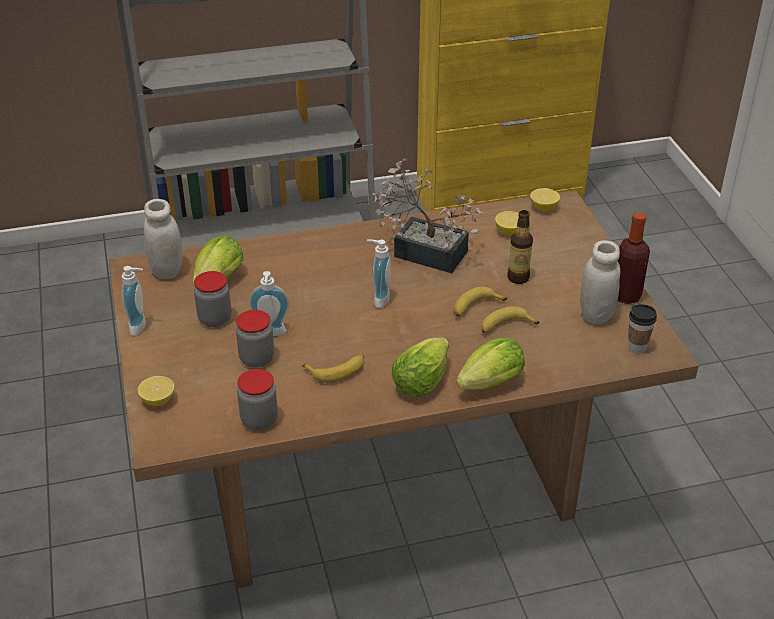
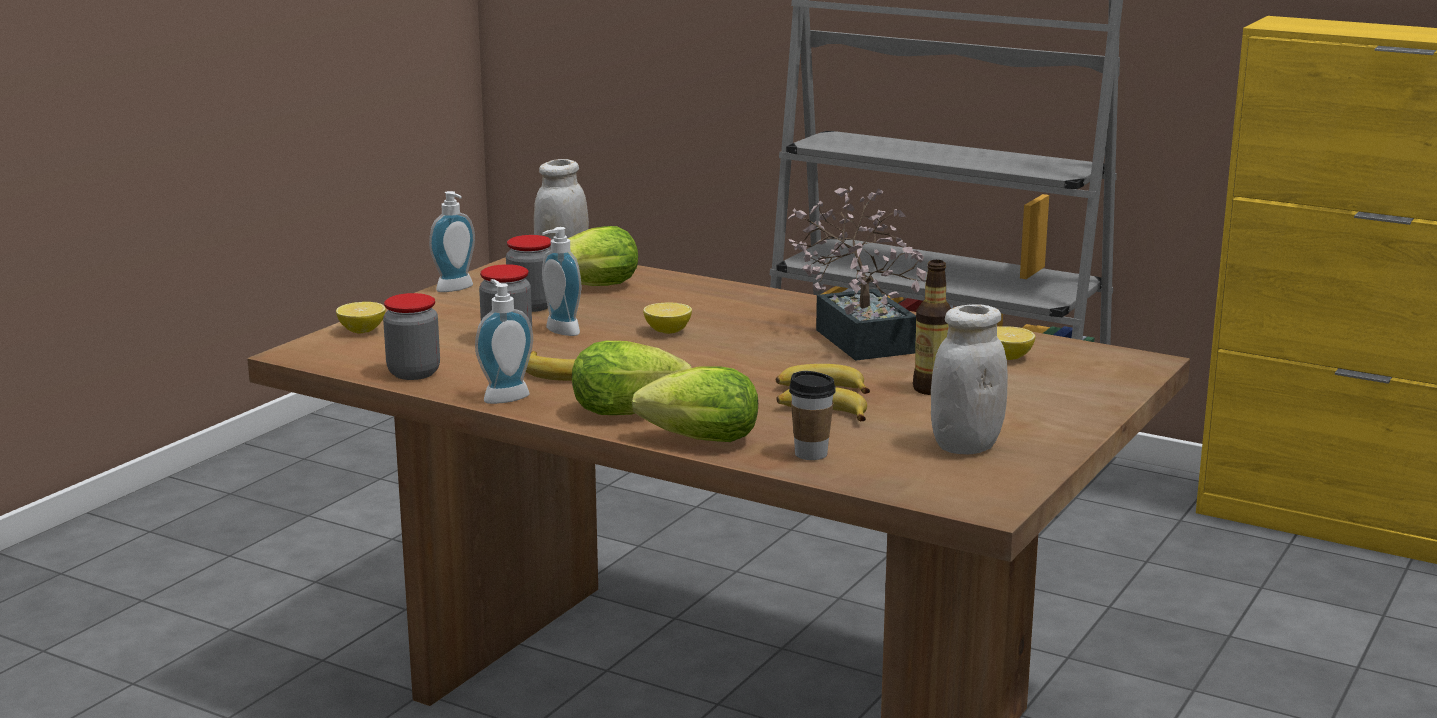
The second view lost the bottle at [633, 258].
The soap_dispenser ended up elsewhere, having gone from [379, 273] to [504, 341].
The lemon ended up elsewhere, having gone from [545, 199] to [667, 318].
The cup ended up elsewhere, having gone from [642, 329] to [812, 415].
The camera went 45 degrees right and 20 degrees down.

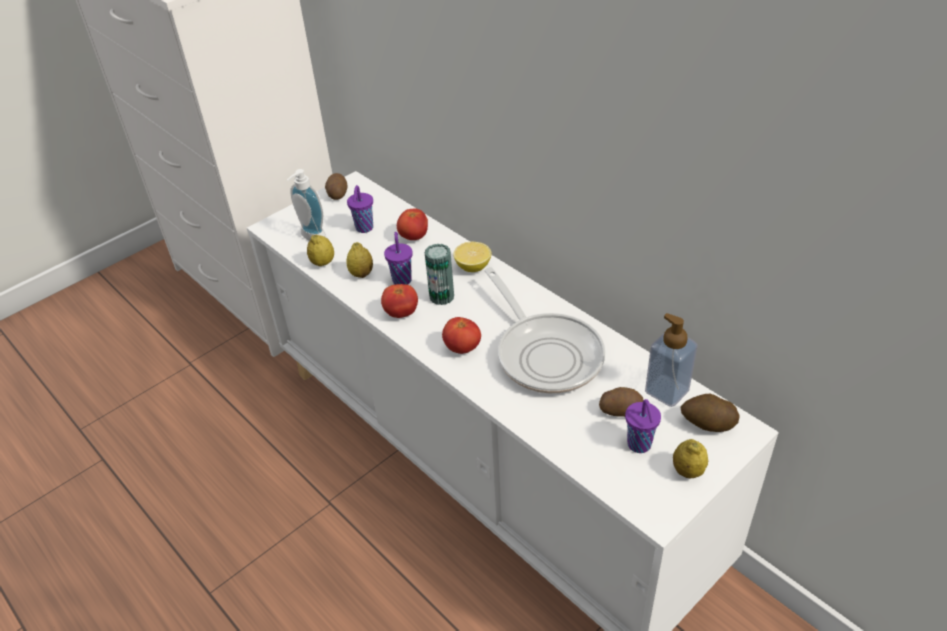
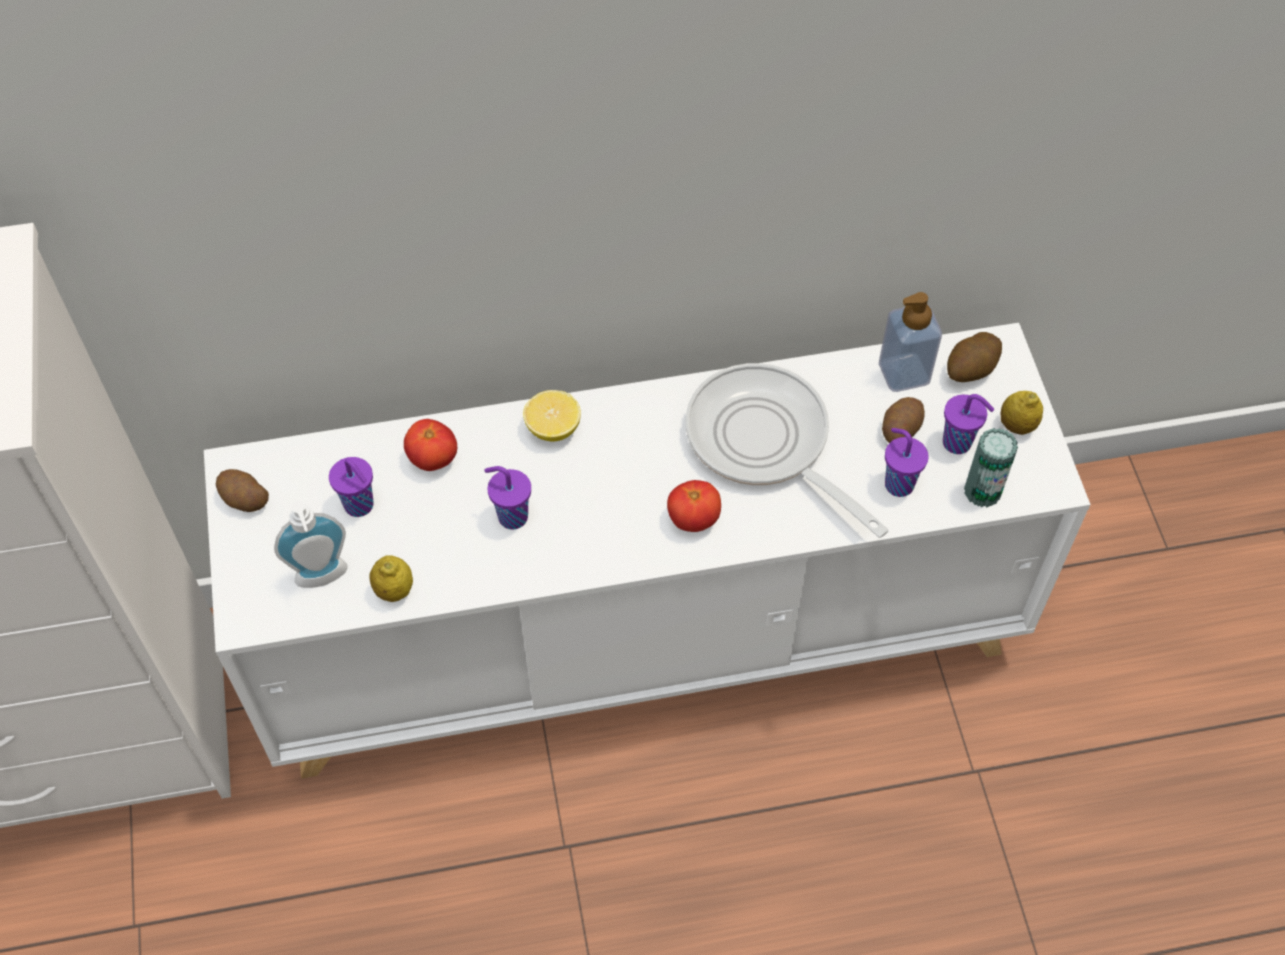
The second view lost the lemon at [359, 260].
The second view lost the tomato at [399, 301].
The second view gained the purple_cup at [907, 462].
The can ended up elsewhere, having gone from [439, 274] to [991, 468].
The frying_pan at [544, 330] ended up facing another way, 135 degrees counterclockwise from before.
The camera went 60 degrees left and 15 degrees up.

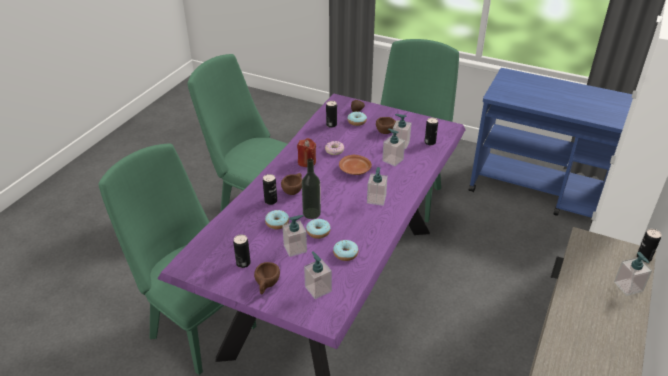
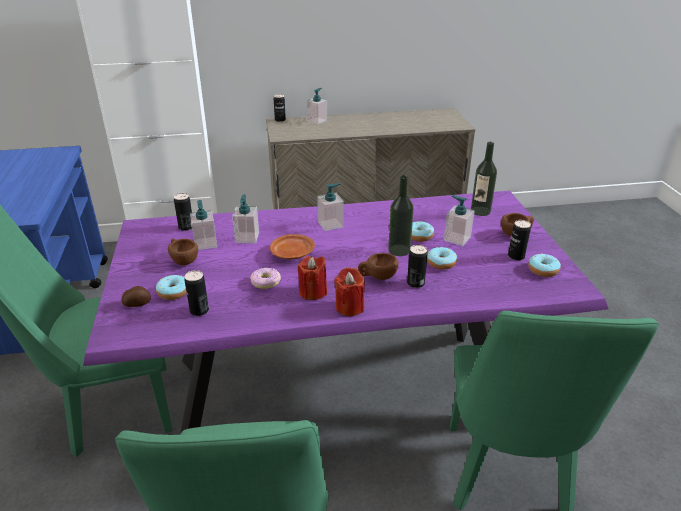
The second view gained the red_candle at [349, 291].
The donut ended up elsewhere, having gone from [345, 250] to [544, 265].
Where the soap_dispenser stood at [318, 275], the bottle came to stand at [484, 179].
The camera went 125 degrees left and 5 degrees down.

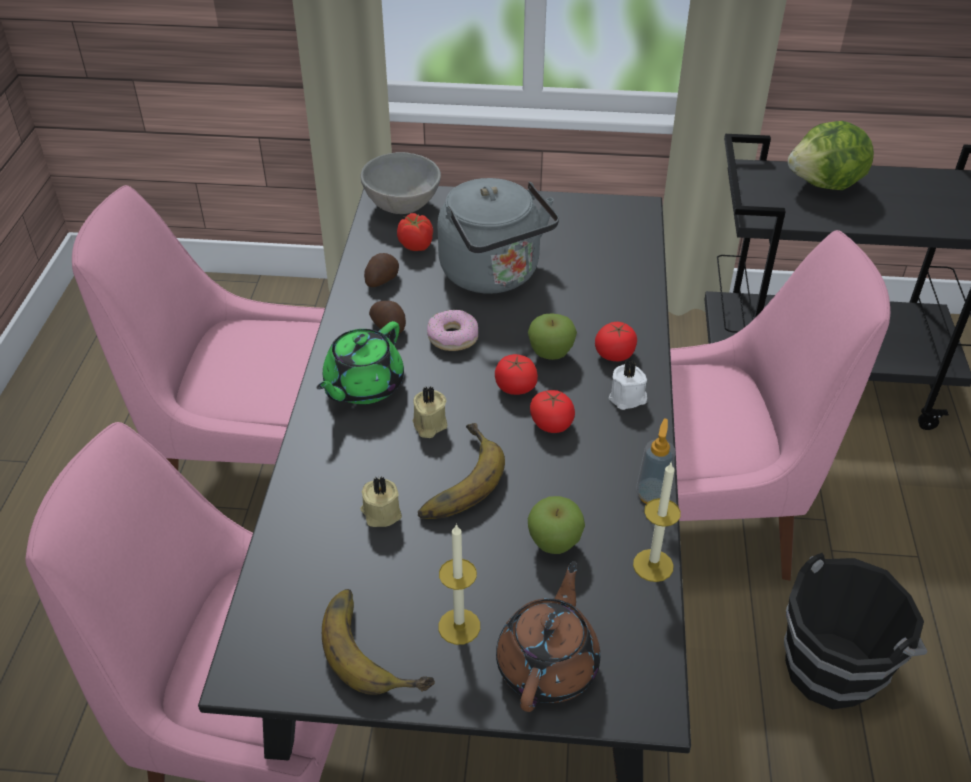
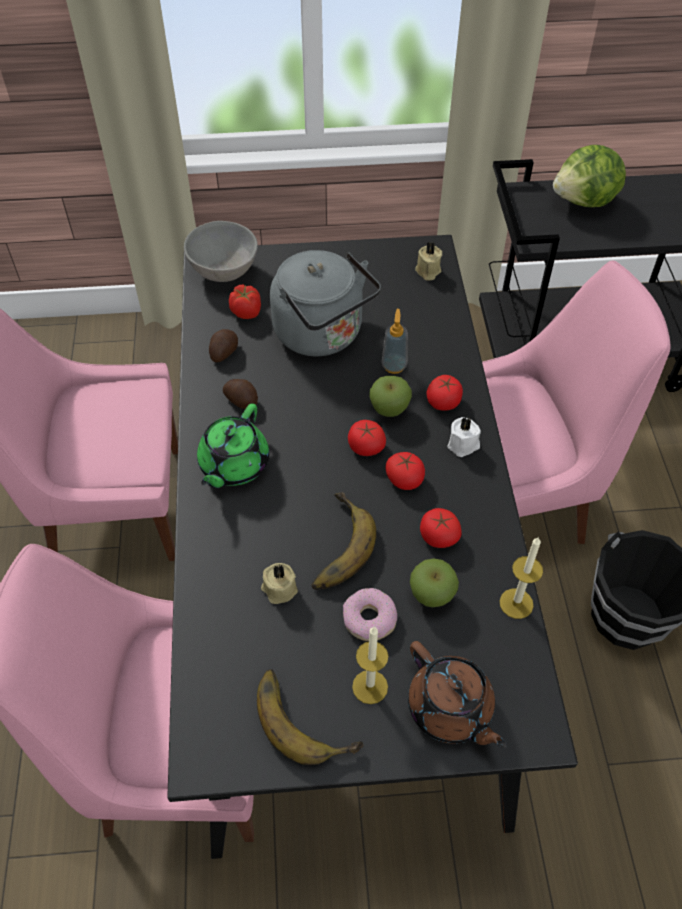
The second view gained the tomato at [441, 528].
The beige_candle ended up elsewhere, having gone from [430, 412] to [428, 261].
The donut ended up elsewhere, having gone from [452, 330] to [370, 614].
The soap_dispenser ended up elsewhere, having gone from [655, 461] to [395, 341].
The brown_teapot at [548, 636] ended up facing another way, 135 degrees clockwise from before.
The camera went 10 degrees left and 10 degrees up.

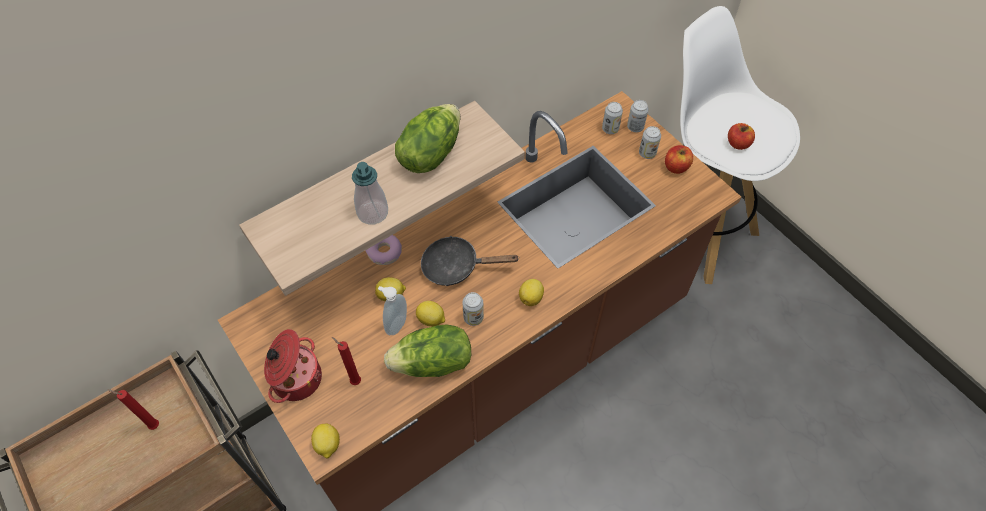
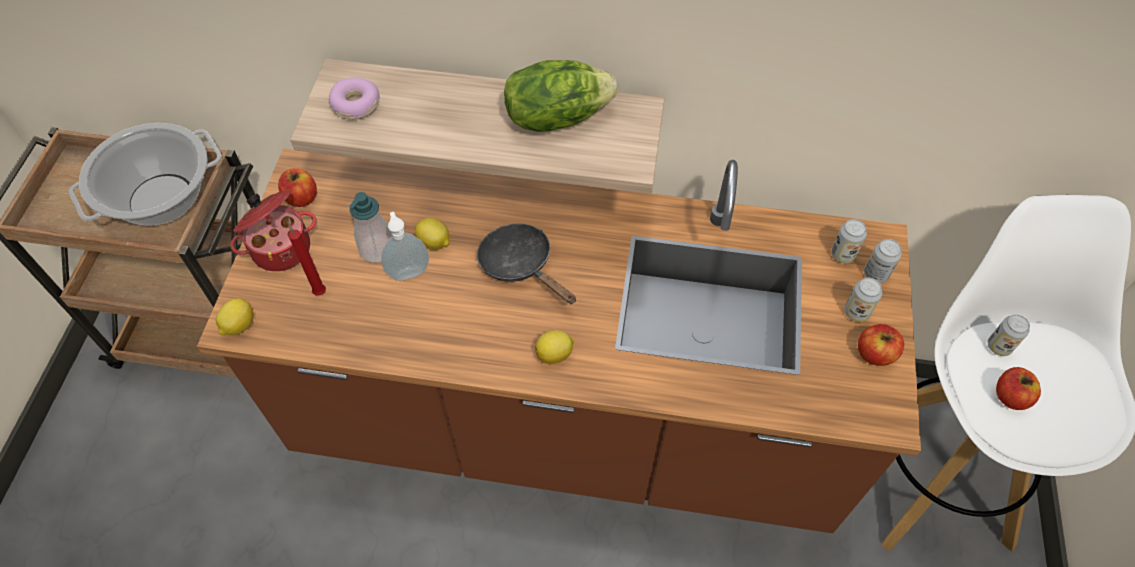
The second view lost the lettuce at [427, 350].
The second view lost the lemon at [430, 314].
The second view gained the apple at [297, 187].
The soap_dispenser ended up elsewhere, having gone from [370, 193] to [370, 227].
The donut ended up elsewhere, having gone from [384, 250] to [354, 99].
The can ended up elsewhere, having gone from [473, 309] to [1009, 335].
Where the red_candle stood at [133, 409], the cooking_pot came to stand at [145, 174].
The camera went 45 degrees right and 0 degrees up.

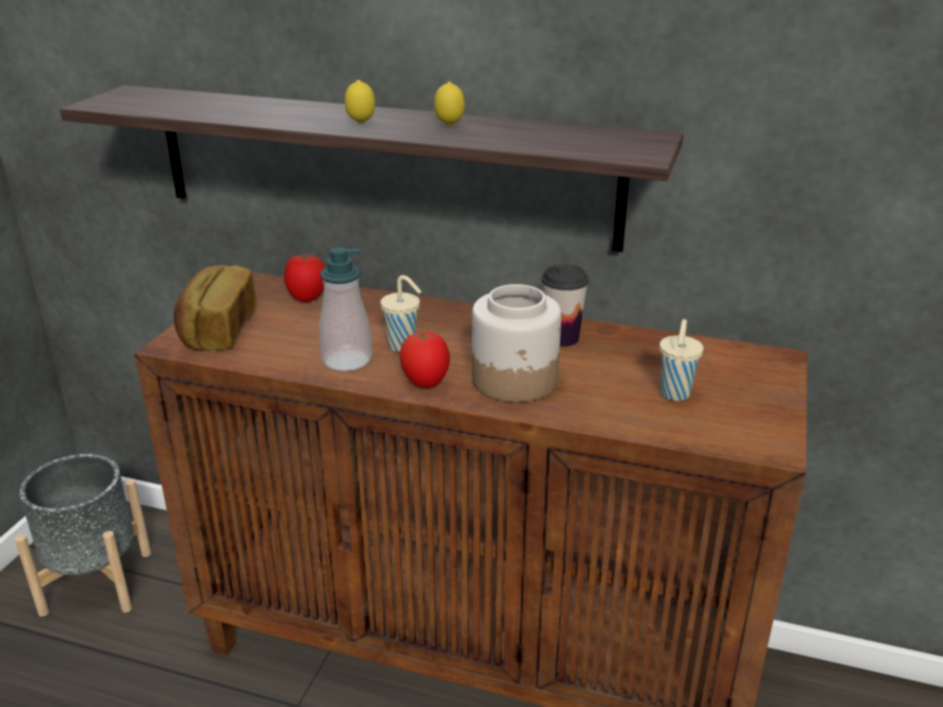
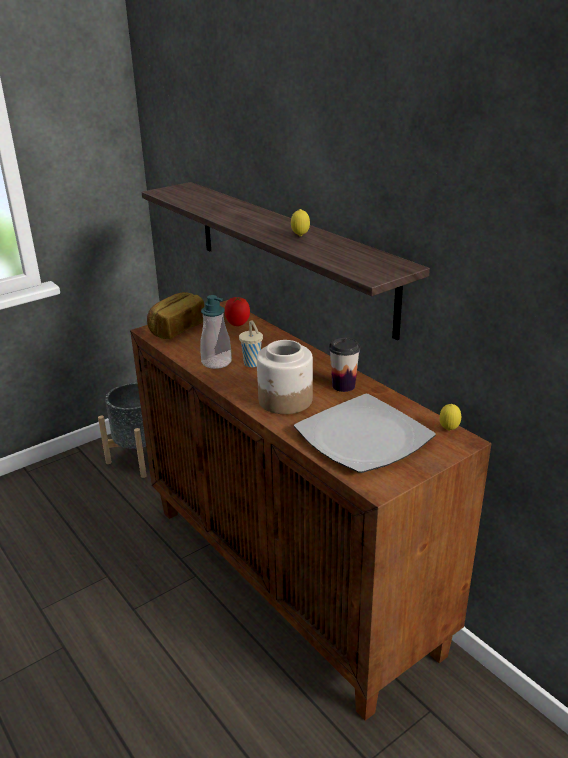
The second view lost the tomato at [425, 359].
The lemon ended up elsewhere, having gone from [360, 102] to [450, 417].
Where the beige_cup stood at [681, 360], the plate came to stand at [364, 433].
The camera went 35 degrees right and 0 degrees up.

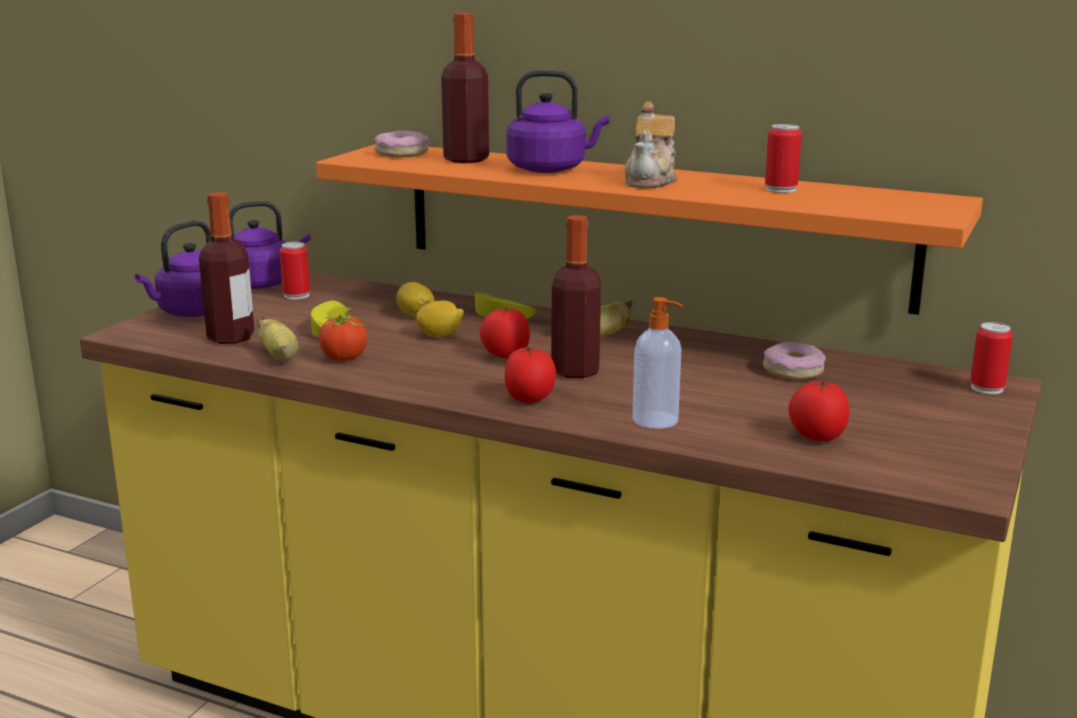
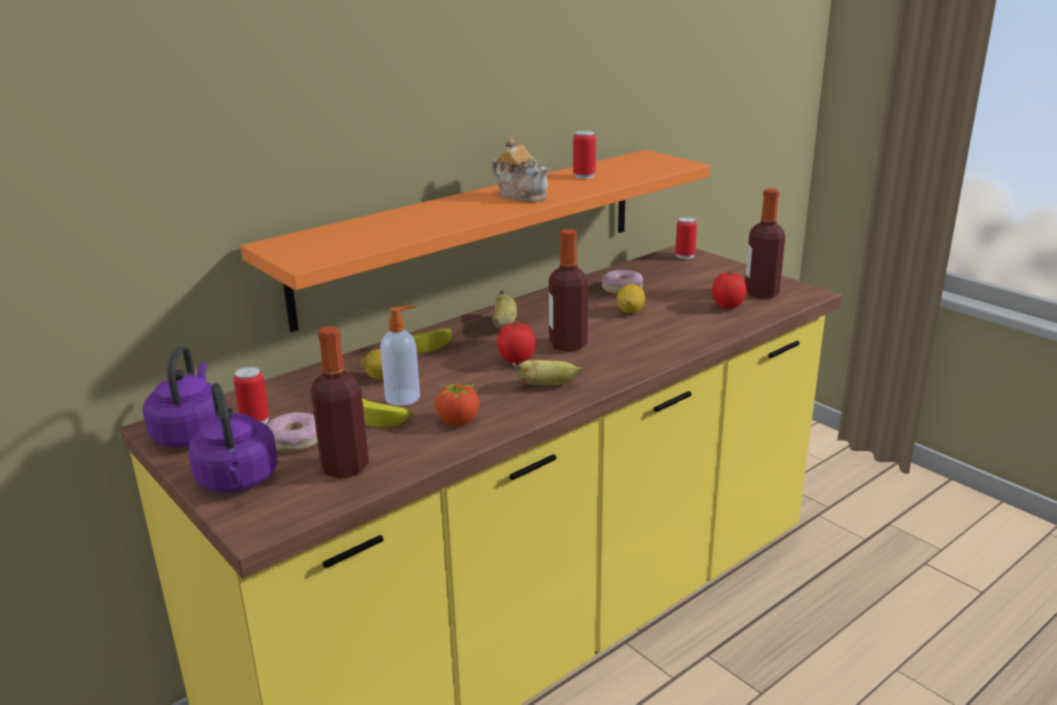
The second view lost the tomato at [530, 375].
The second view lost the purple_kettle at [558, 121].
The banana ended up elsewhere, having gone from [277, 338] to [547, 372].
The donut ended up elsewhere, having gone from [402, 144] to [292, 432].
The lemon ended up elsewhere, having gone from [439, 319] to [631, 298].
The bottle ended up elsewhere, having gone from [465, 88] to [765, 243].
The soap_dispenser ended up elsewhere, having gone from [658, 363] to [400, 355].
The camera went 65 degrees left and 5 degrees up.

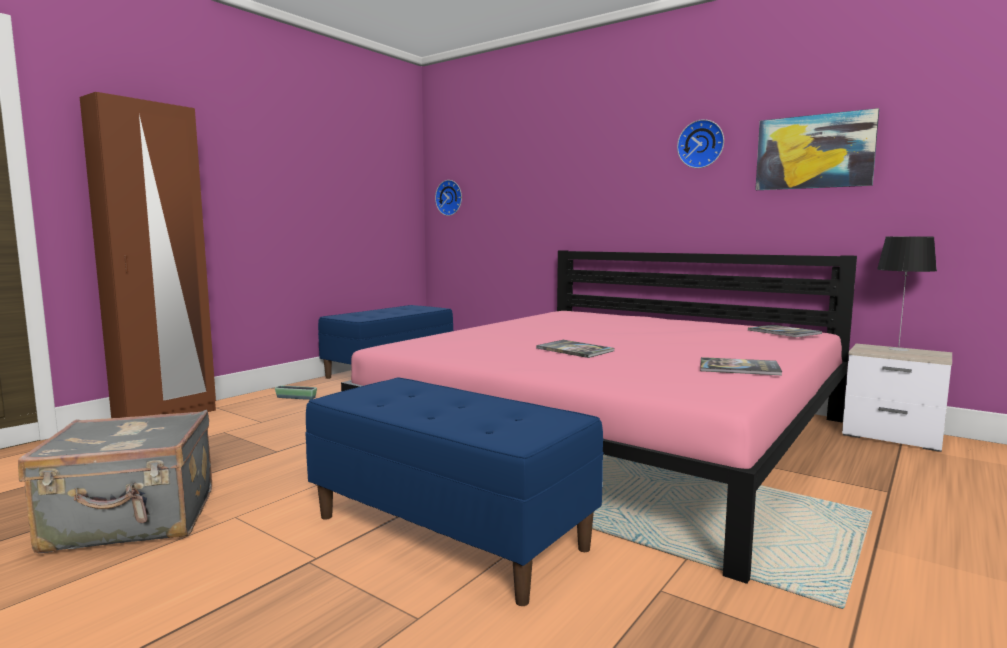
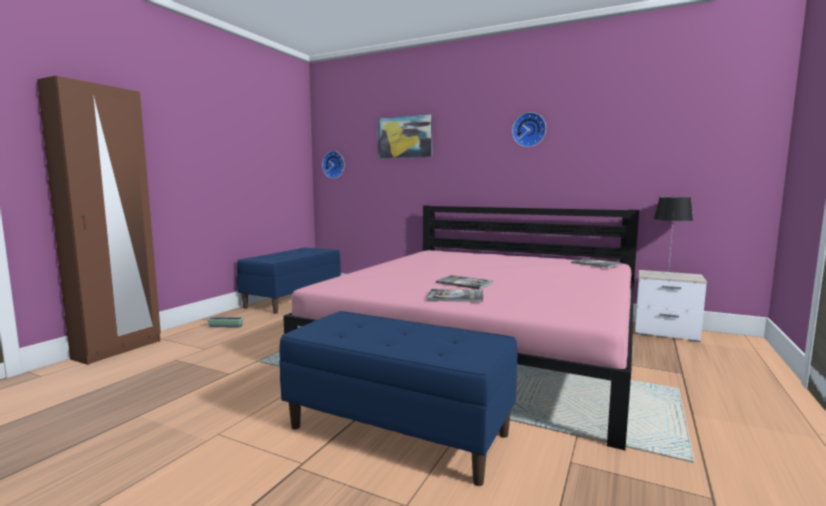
The second view lost the grey_suitcase at [115, 481].
The book ended up elsewhere, having gone from [741, 366] to [455, 295].
The picture ended up elsewhere, having gone from [817, 149] to [405, 136].
The camera went 10 degrees left and 0 degrees up.

